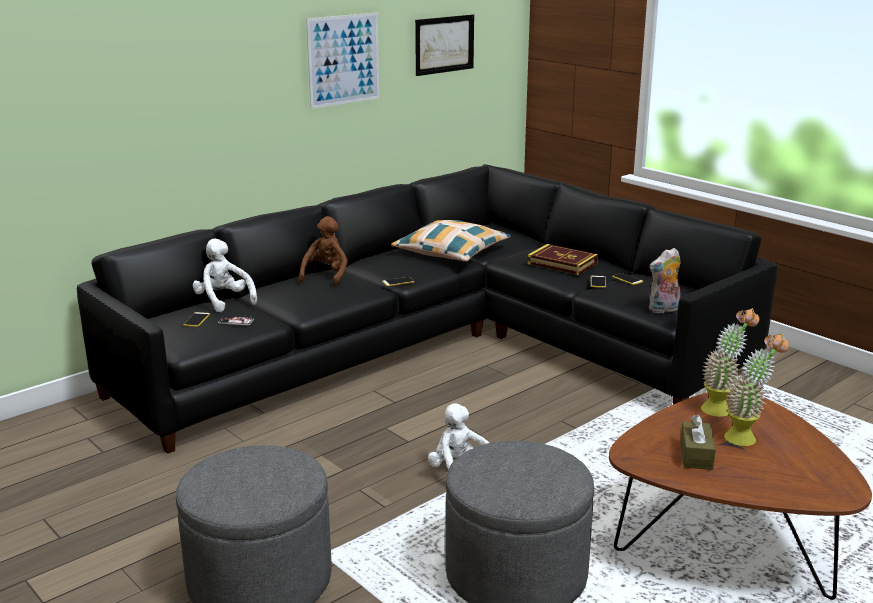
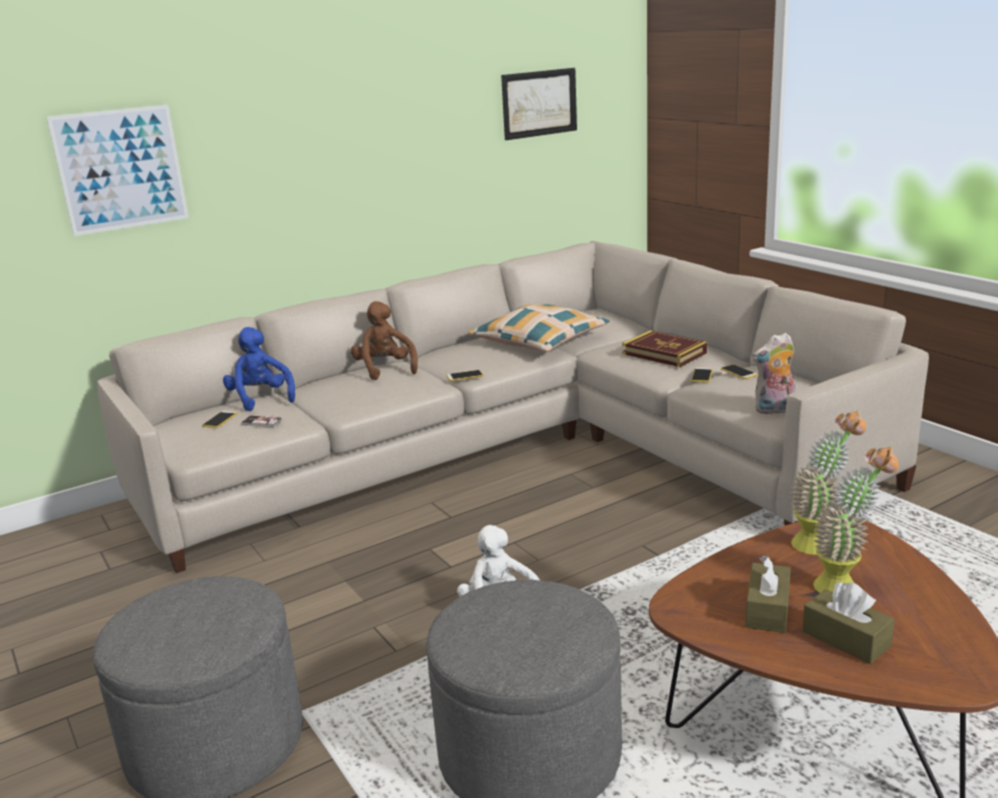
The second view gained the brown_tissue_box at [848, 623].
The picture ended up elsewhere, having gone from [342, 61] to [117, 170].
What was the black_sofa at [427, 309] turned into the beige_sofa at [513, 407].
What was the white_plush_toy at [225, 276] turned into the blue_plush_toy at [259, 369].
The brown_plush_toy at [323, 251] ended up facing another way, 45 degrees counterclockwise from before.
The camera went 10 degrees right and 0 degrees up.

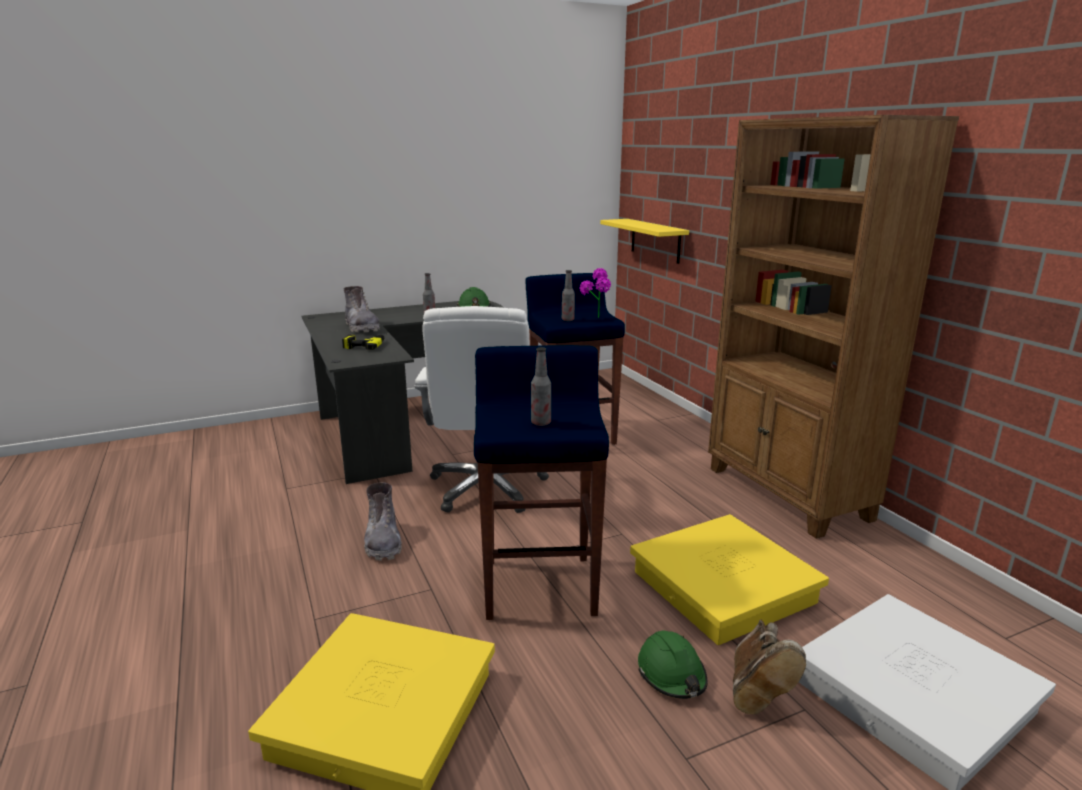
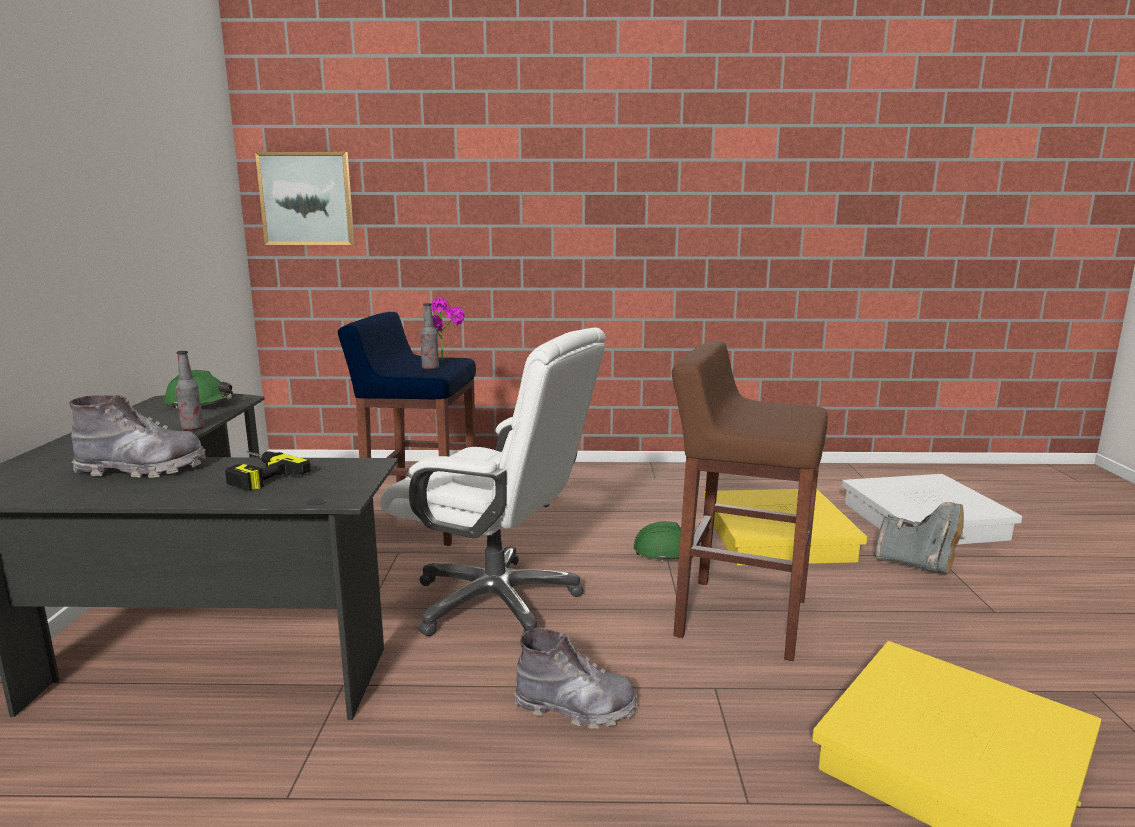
The second view lost the bottle at [541, 386].
The second view lost the yellow_shelf at [644, 241].
The second view lost the brown_bookcase at [833, 327].
The second view gained the picture at [304, 198].
The green_hard_hat ended up elsewhere, having gone from [673, 665] to [668, 541].
What was the blue_stool at [541, 482] turned into the brown_stool at [750, 501].
What was the brown_boot at [769, 667] turned into the grey_boot at [919, 538].
The camera went 65 degrees left and 5 degrees down.

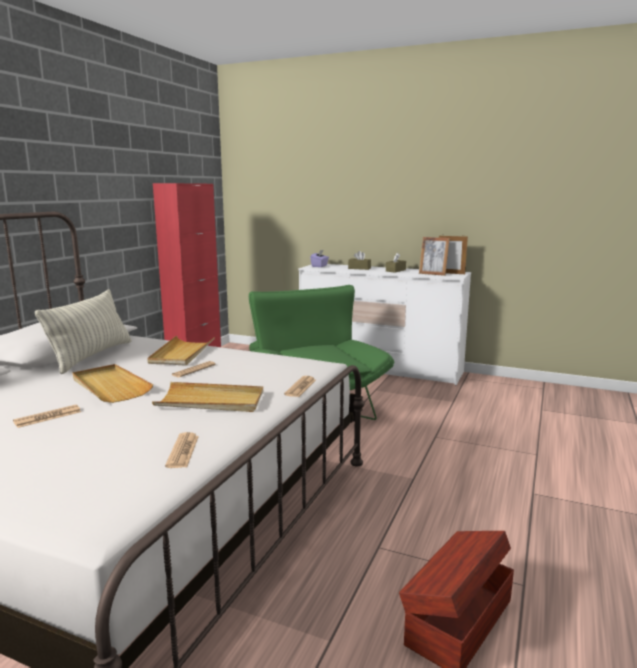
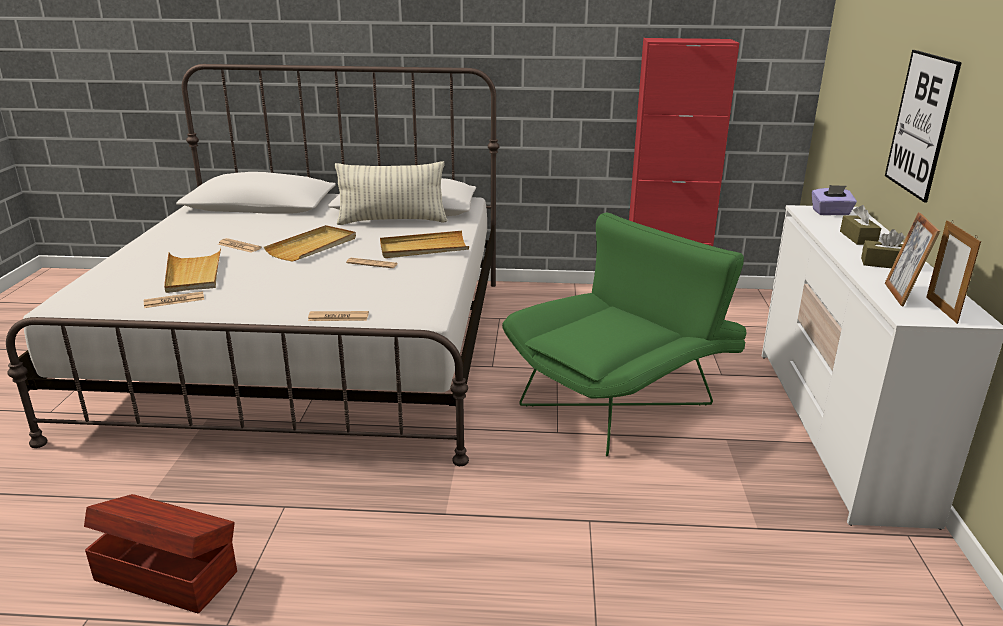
The second view gained the picture at [923, 126].
The beige_tray ended up elsewhere, having gone from [207, 397] to [192, 270].
The camera went 70 degrees right and 10 degrees up.

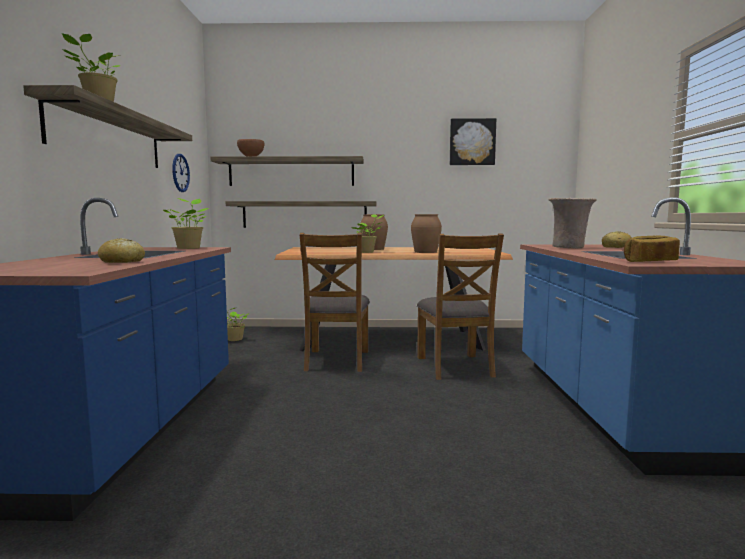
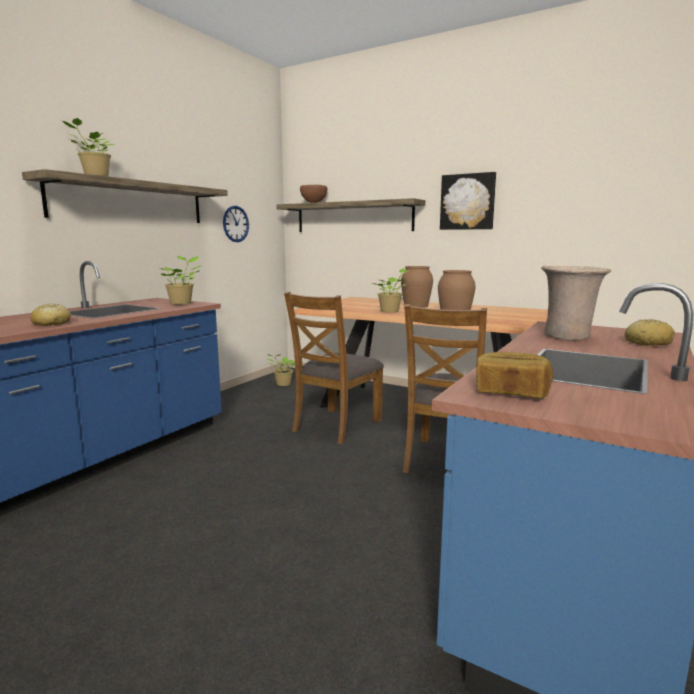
The second view lost the shelf at [301, 214].
The picture ended up elsewhere, having gone from [473, 141] to [468, 201].
The camera went 30 degrees right and 5 degrees up.

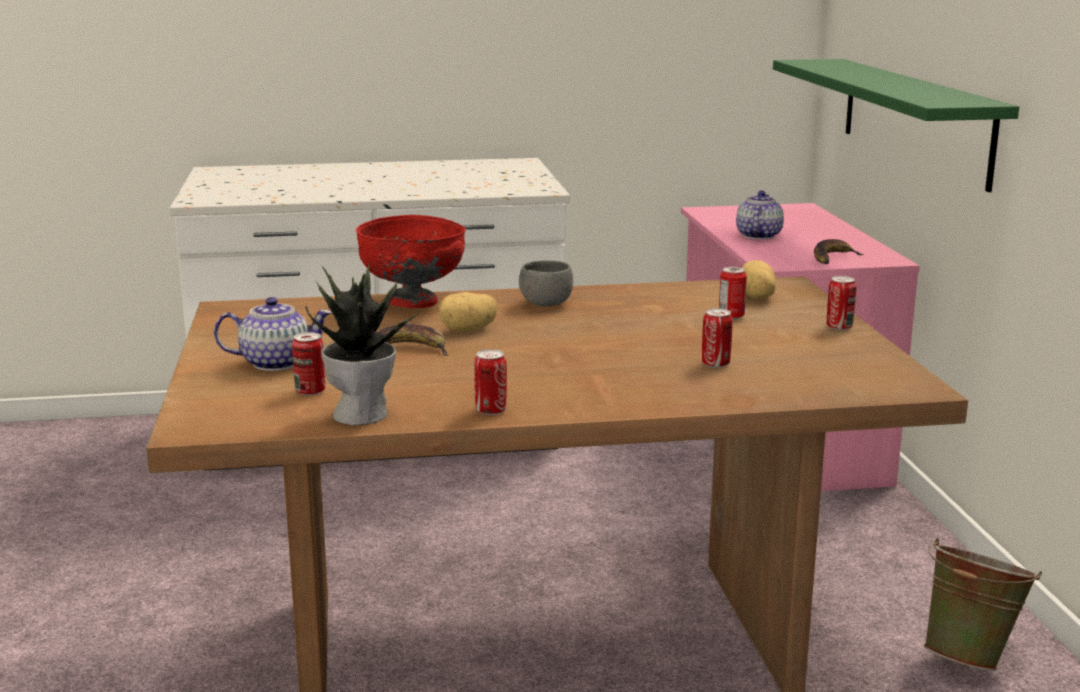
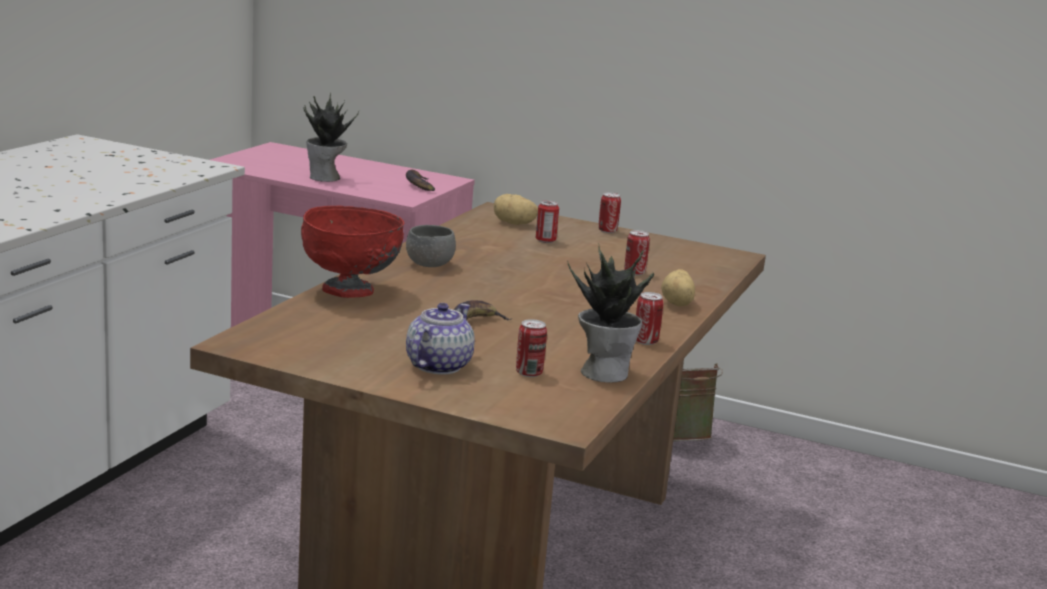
The second view lost the green_shelf at [896, 125].
The potato ended up elsewhere, having gone from [468, 312] to [678, 287].
Where the teapot stood at [760, 214], the potted_plant came to stand at [331, 137].
The camera went 60 degrees left and 0 degrees up.

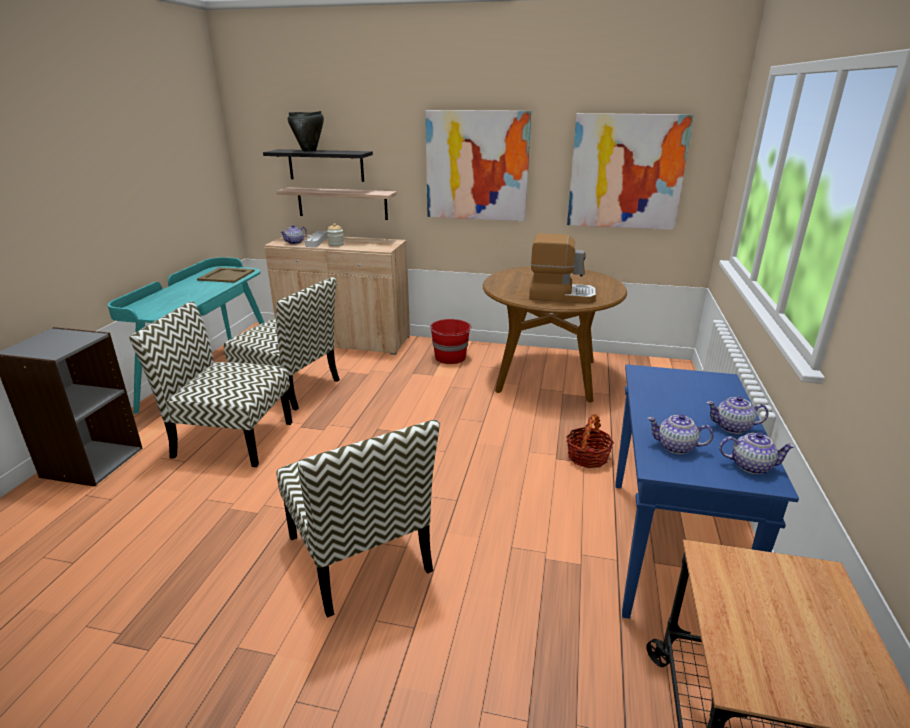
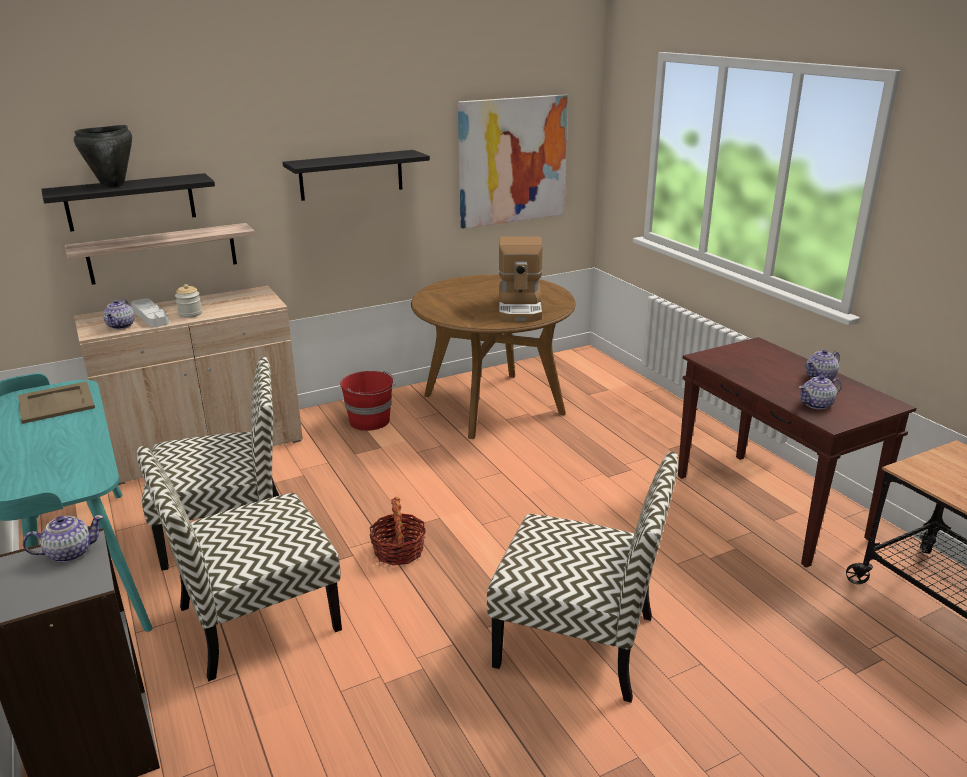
The basket ended up elsewhere, having gone from [590, 441] to [397, 531].
The teapot ended up elsewhere, having gone from [757, 453] to [63, 538].
Where the picture hung at [478, 165], the black_shelf came to hang at [356, 175].
What was the blue_console_table at [707, 491] turned into the brown_console_table at [797, 452].
The coffee_machine at [562, 268] ended up facing another way, 120 degrees clockwise from before.
The camera went 40 degrees left and 0 degrees up.

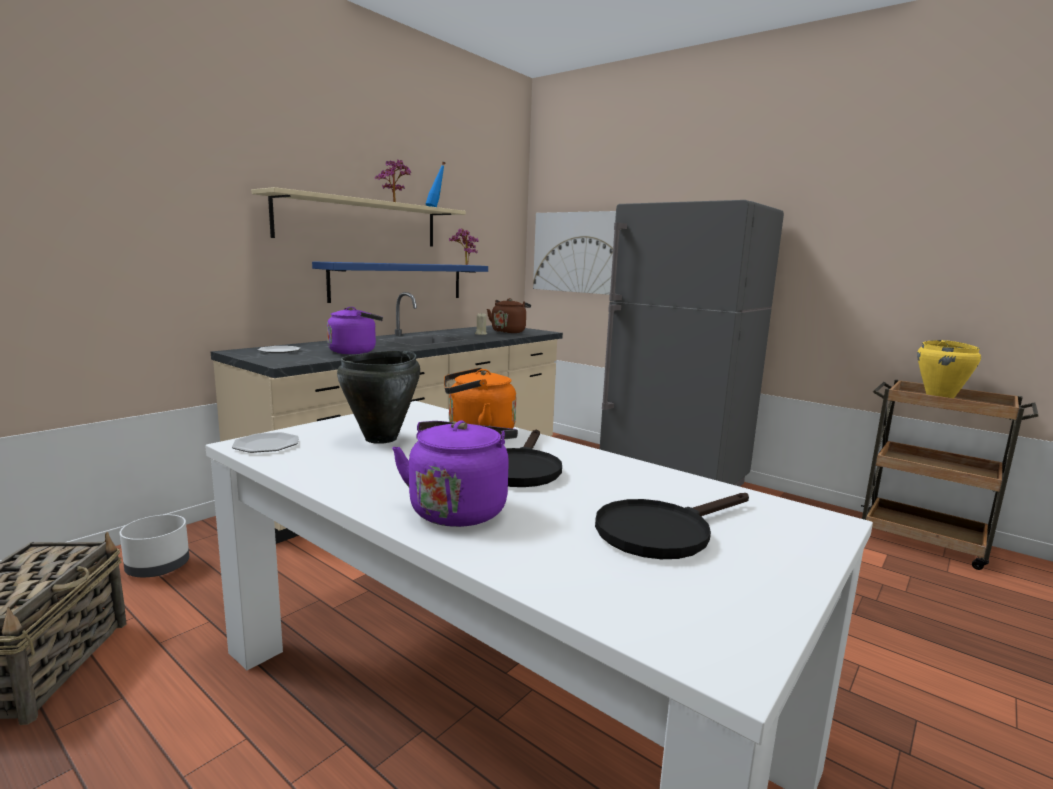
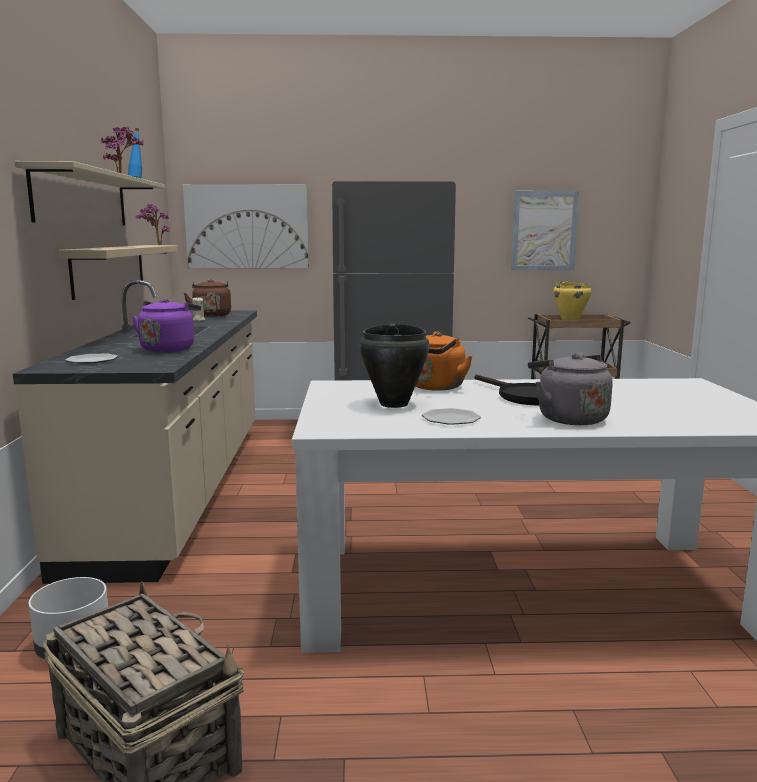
The second view lost the black_frying_pan at [672, 526].
The second view gained the picture at [545, 231].
The plate ended up elsewhere, having gone from [265, 442] to [451, 416].
What was the blue_shelf at [400, 282] turned into the beige_shelf at [118, 272].
What was the purple_kettle at [455, 473] turned into the grey_kettle at [570, 389].
The camera went 40 degrees left and 0 degrees up.

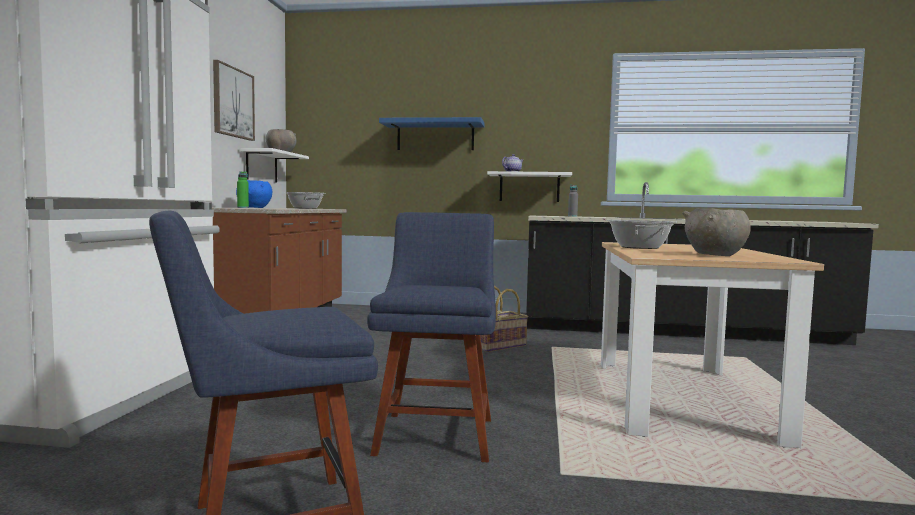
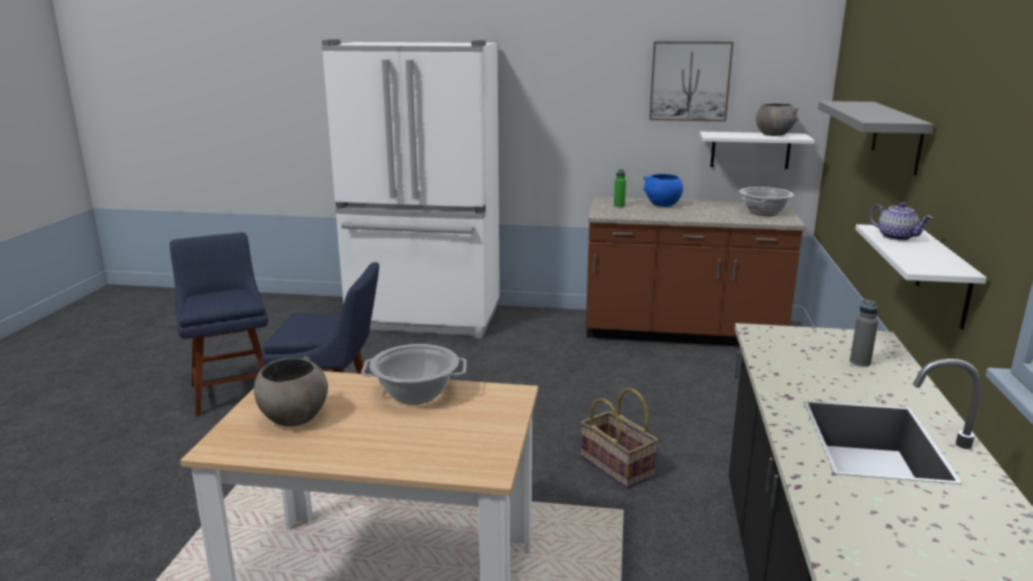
What was the blue_shelf at [432, 133] turned into the grey_shelf at [876, 138].
The camera went 90 degrees right and 15 degrees up.

